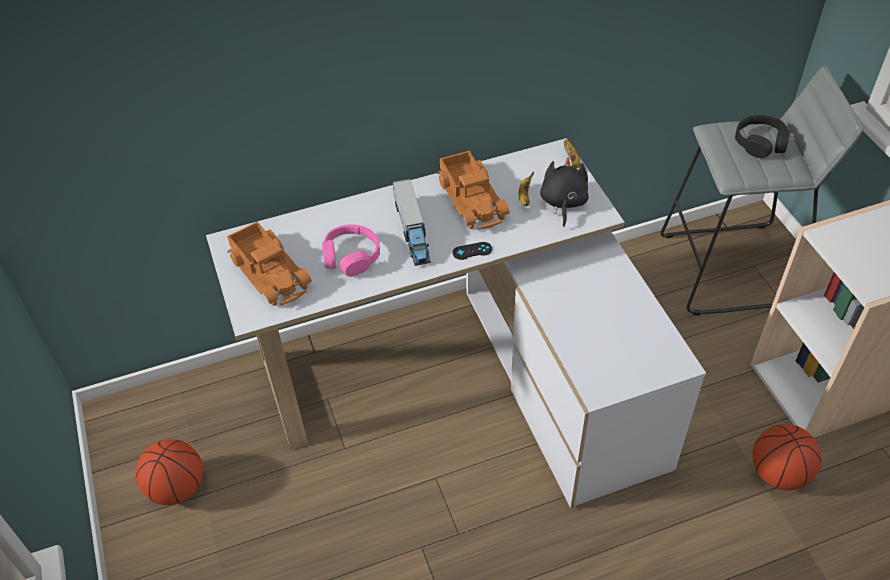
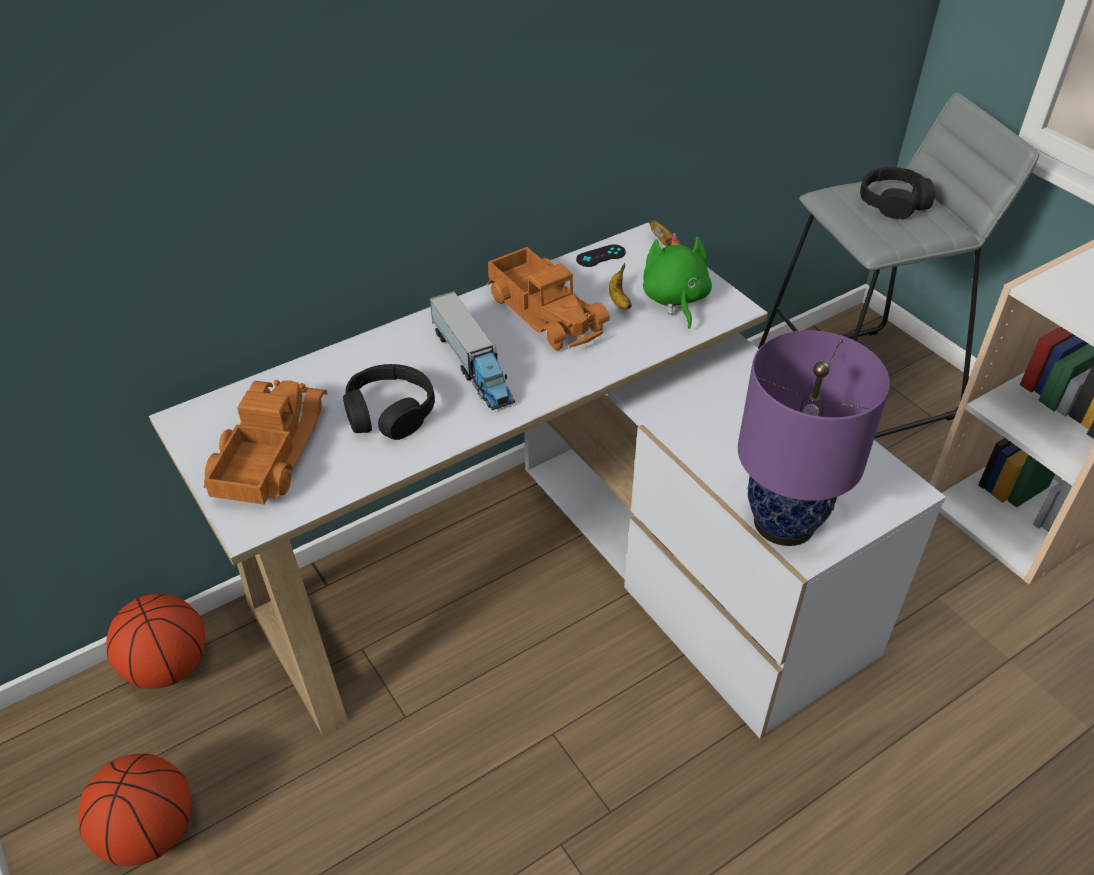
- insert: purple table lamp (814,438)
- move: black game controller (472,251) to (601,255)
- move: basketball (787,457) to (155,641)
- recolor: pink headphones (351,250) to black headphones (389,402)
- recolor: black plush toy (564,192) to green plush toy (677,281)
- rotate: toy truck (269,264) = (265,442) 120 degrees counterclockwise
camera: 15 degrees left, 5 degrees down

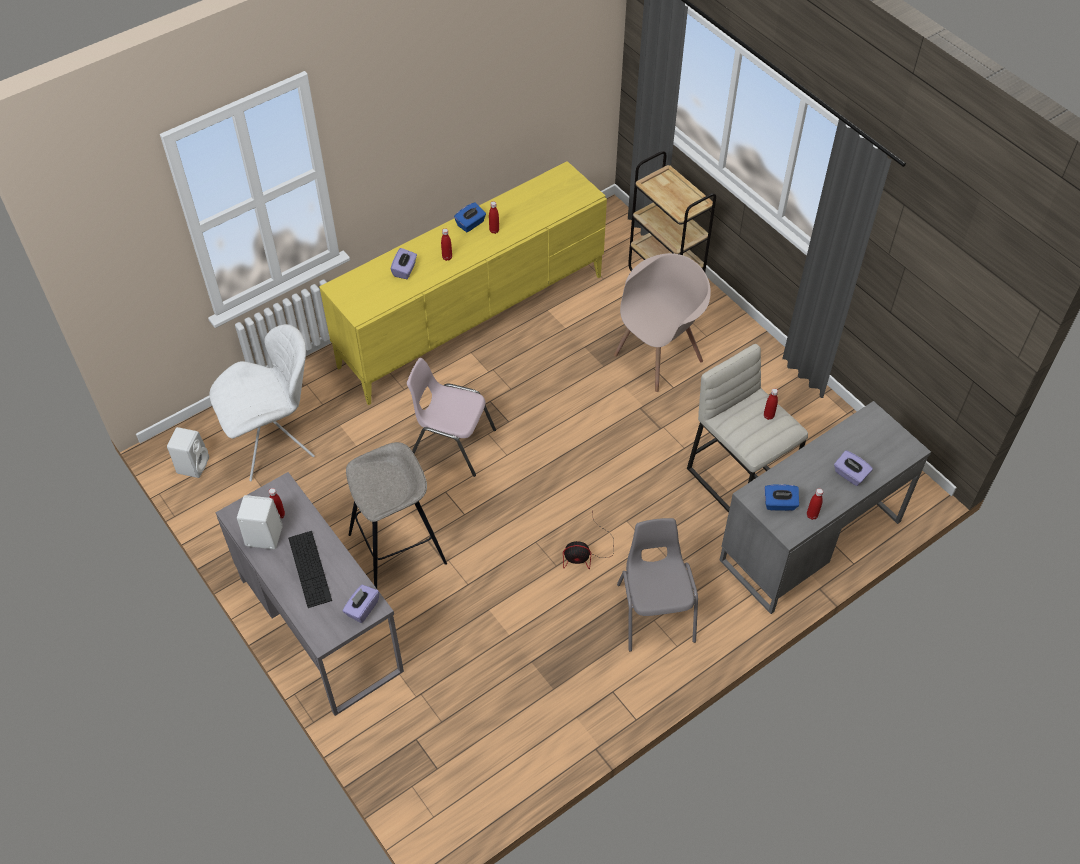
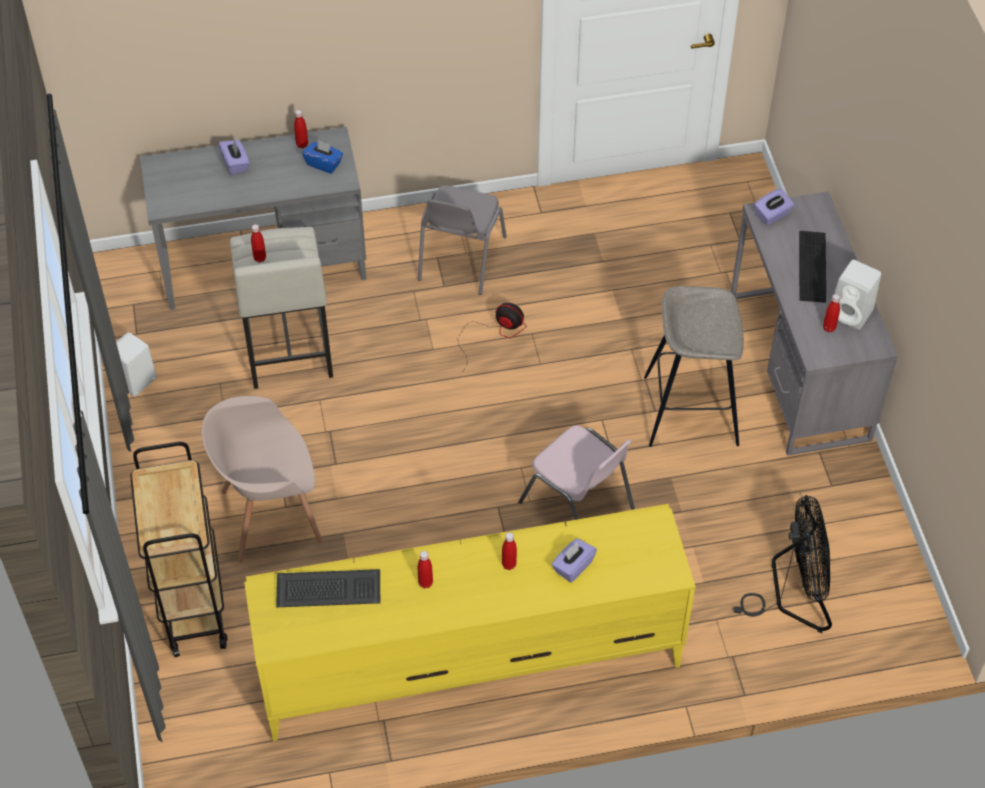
- delete: blue tissue box (470,217)
- insert: keyboard (328,588)
- move: white speaker (188,452) to (136,364)
- replace: white chair (262,403) to black fan (781,564)
camera: 155 degrees left, 0 degrees up

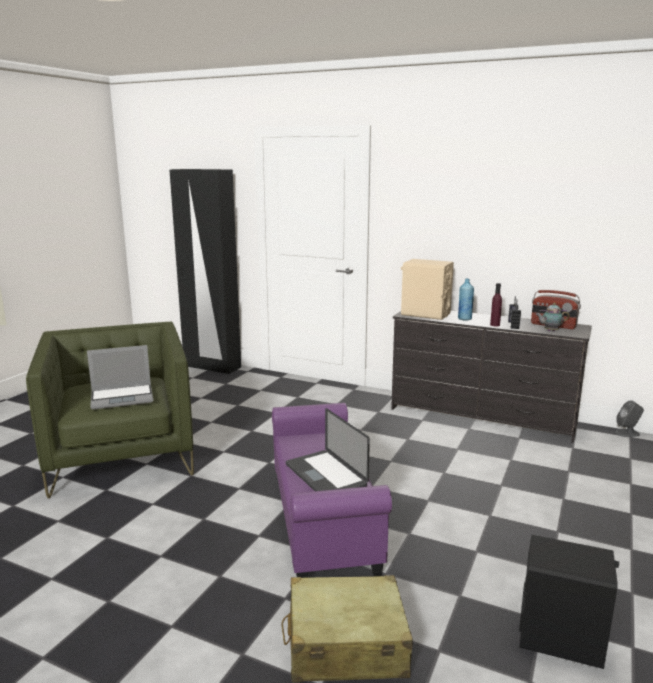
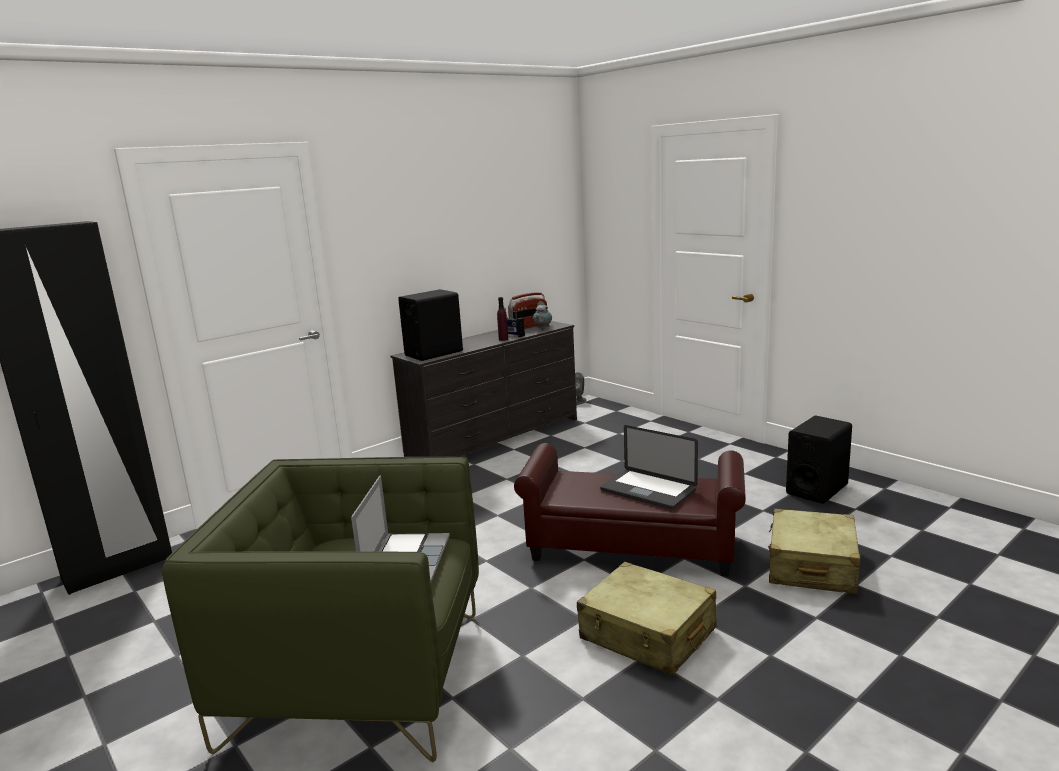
- delete: blue bottle (466,300)
- insert: beige suitcase (647,619)
- recolor: purple ottoman (332,490) to brown ottoman (630,510)
- recolor: beige speaker (427,289) to black speaker (430,325)
- rotate: laptop (328,449) = (649,467) 45 degrees clockwise
camera: 65 degrees left, 0 degrees up

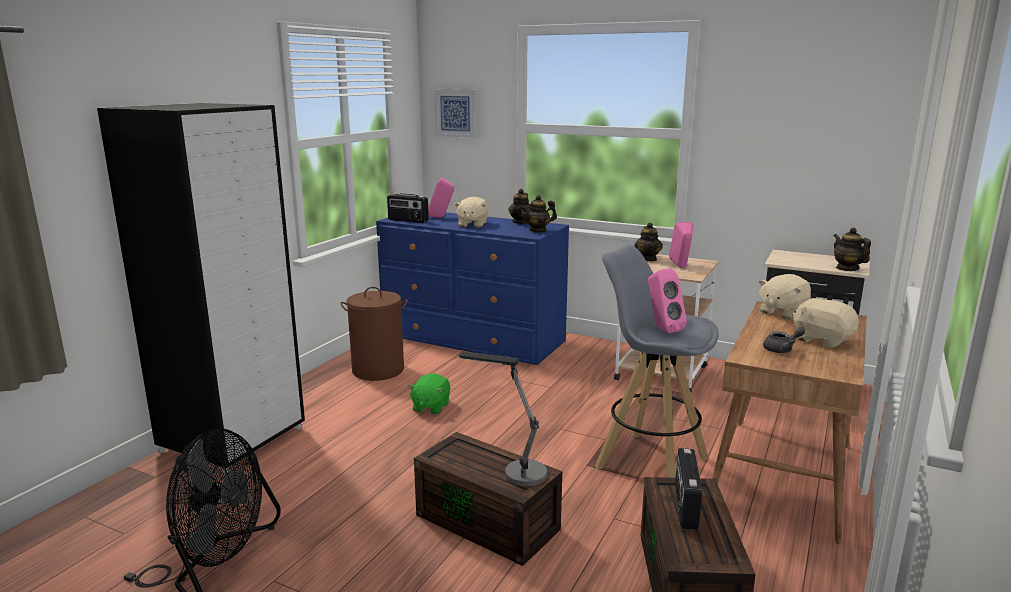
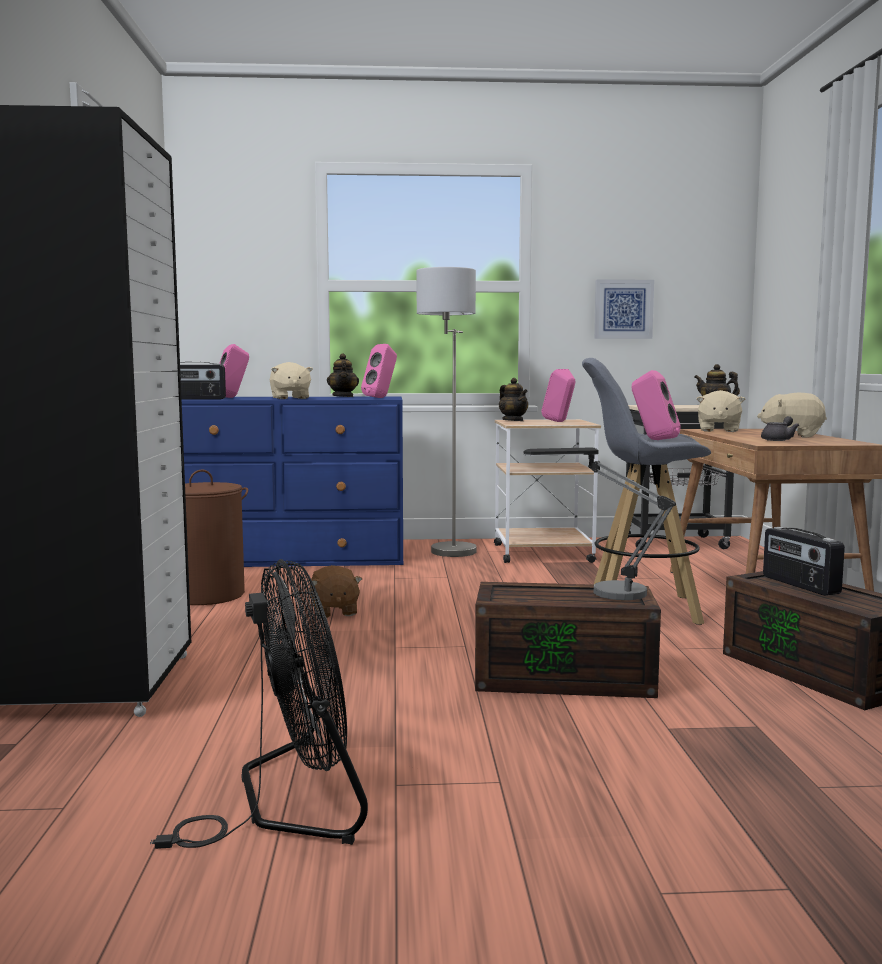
- insert: grey floor lamp (447,412)
- move: picture (455,113) to (624,309)
- replace: teapot (538,214) to pink speaker (379,371)
- recolor: green plush toy (429,394) to brown plush toy (336,591)
camera: 30 degrees left, 10 degrees down

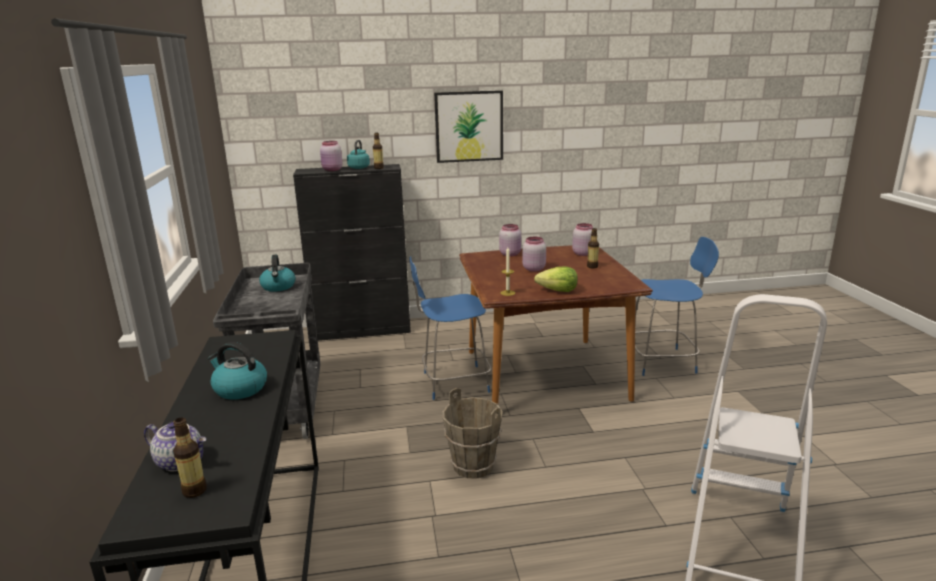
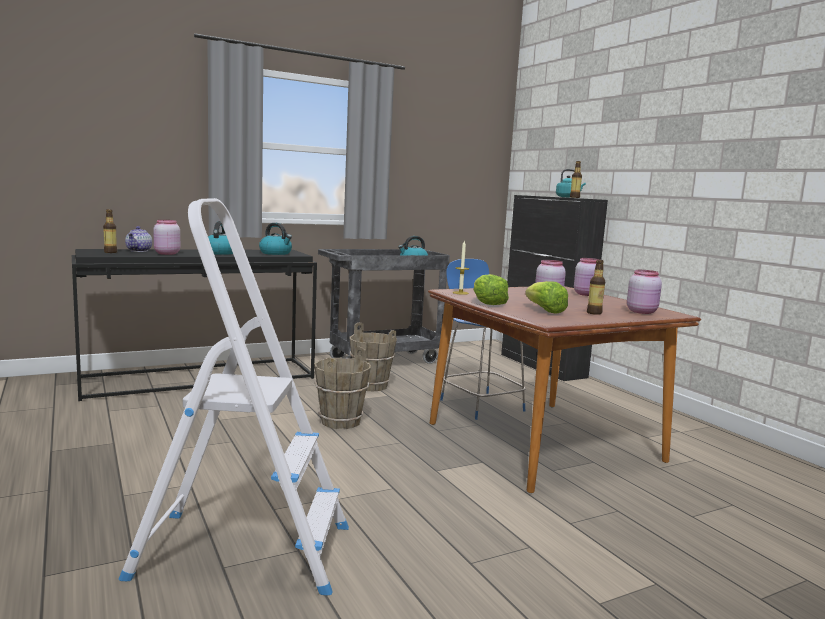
- delete: picture (468,126)
- delete: blue stool (672,306)
- insert: kettle (275,239)
- insert: brown bucket (373,356)
- insert: lettuce (546,297)
- move: pink jar (331,156) to (166,237)
camera: 70 degrees right, 10 degrees down

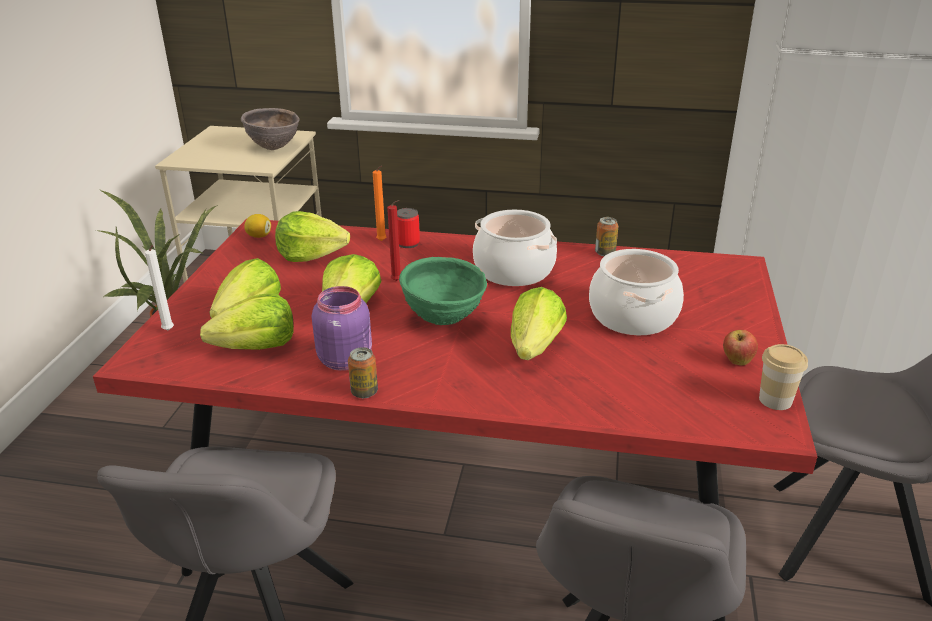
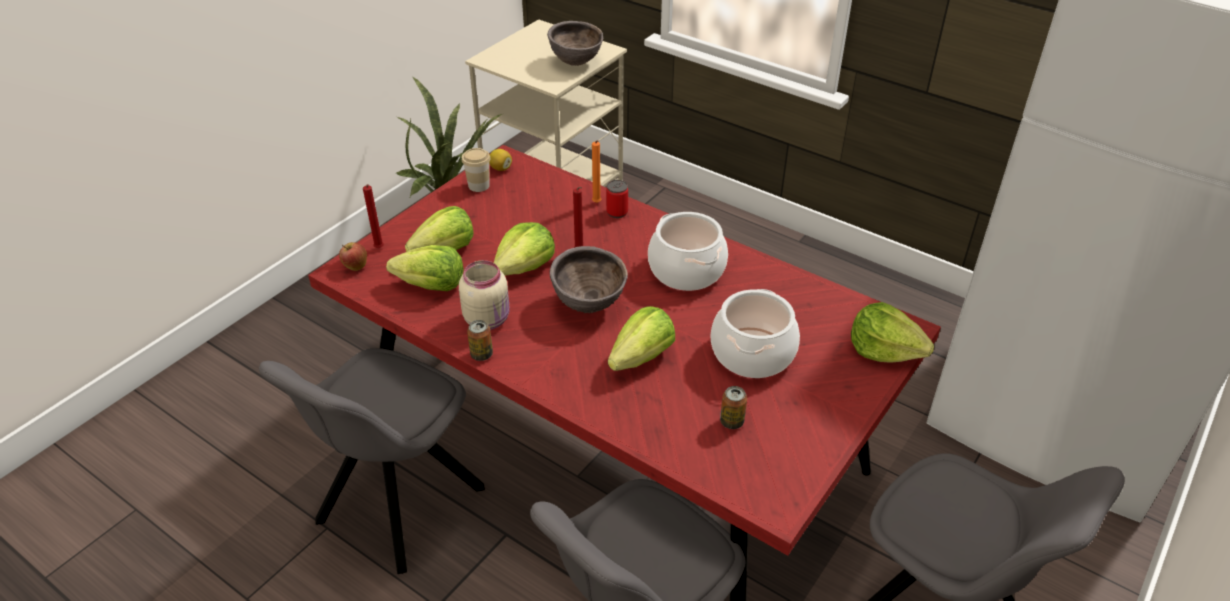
- move: lettuce (312,236) to (892,332)
- move: can (606,236) to (733,407)
- move: apple (740,347) to (353,256)
- move: cup (783,377) to (476,170)
- recolor: white candle (159,288) to red candle (373,216)
- recolor: purple jar (342,328) to beige jar (484,295)
- recolor: green bowl (443,291) to brown bowl (589,279)
camera: 25 degrees right, 10 degrees up

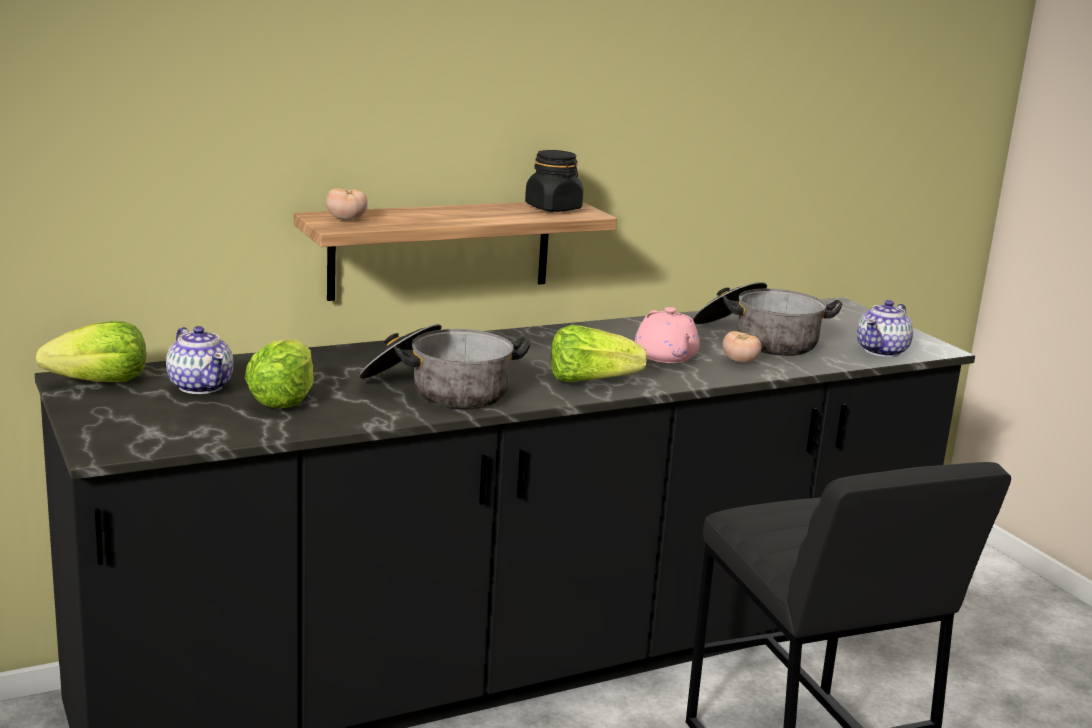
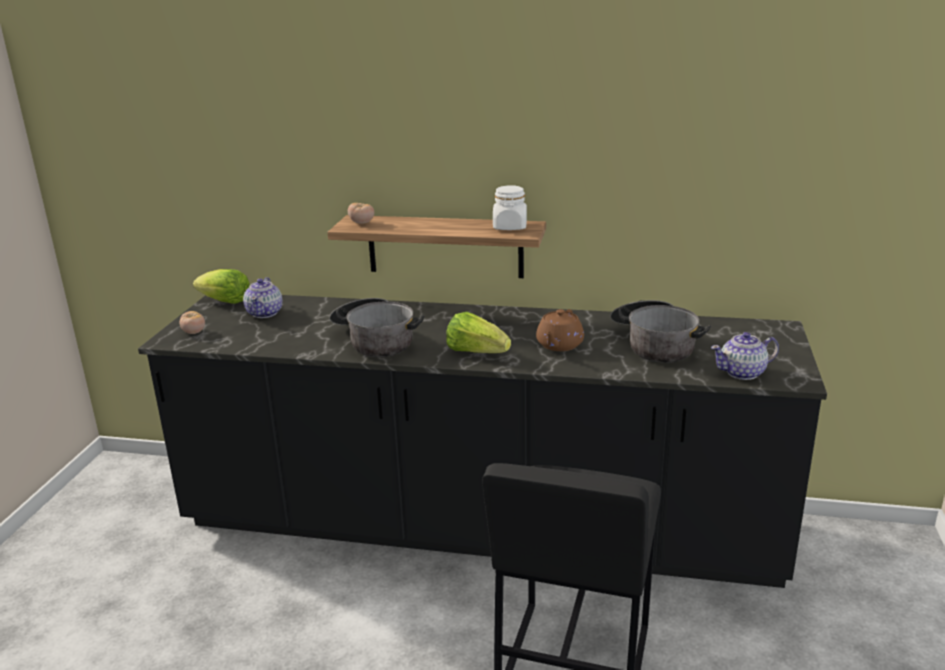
- delete: lettuce (279,373)
- move: tomato (742,347) to (192,322)
- recolor: black jar (554,181) to white jar (510,207)
- recolor: pink teapot (667,335) to brown teapot (560,330)
camera: 40 degrees right, 5 degrees up

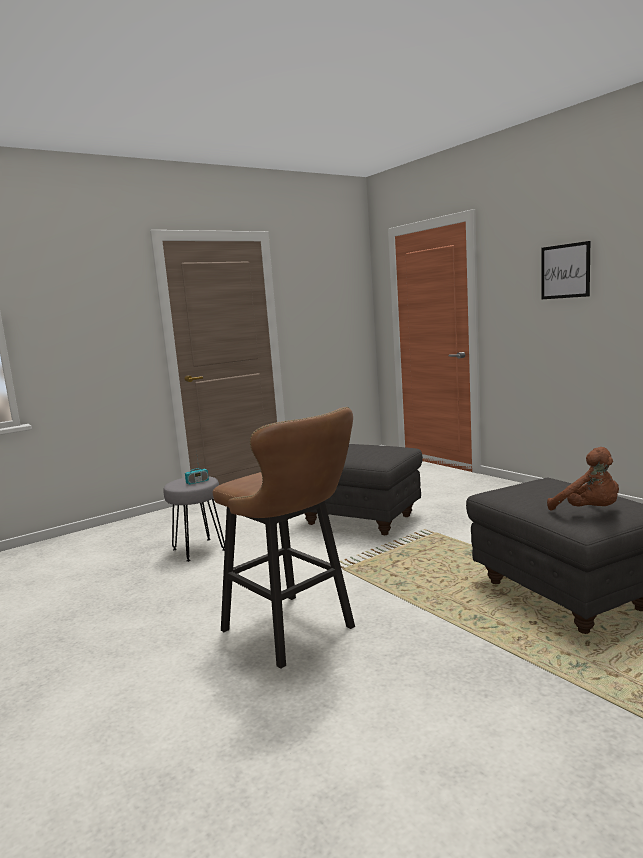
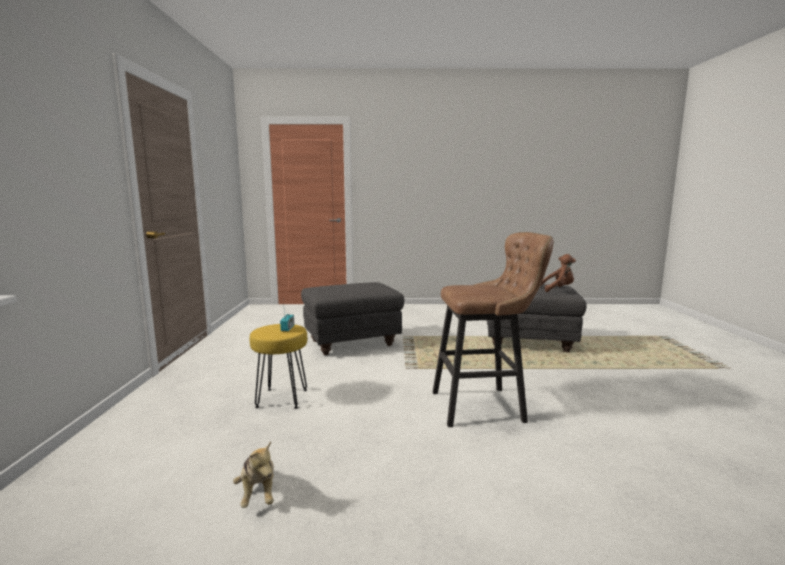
- delete: picture (565,270)
- insert: plush toy (253,474)
- recolor: grey stool (194,519) to yellow stool (278,366)
camera: 55 degrees left, 0 degrees up

